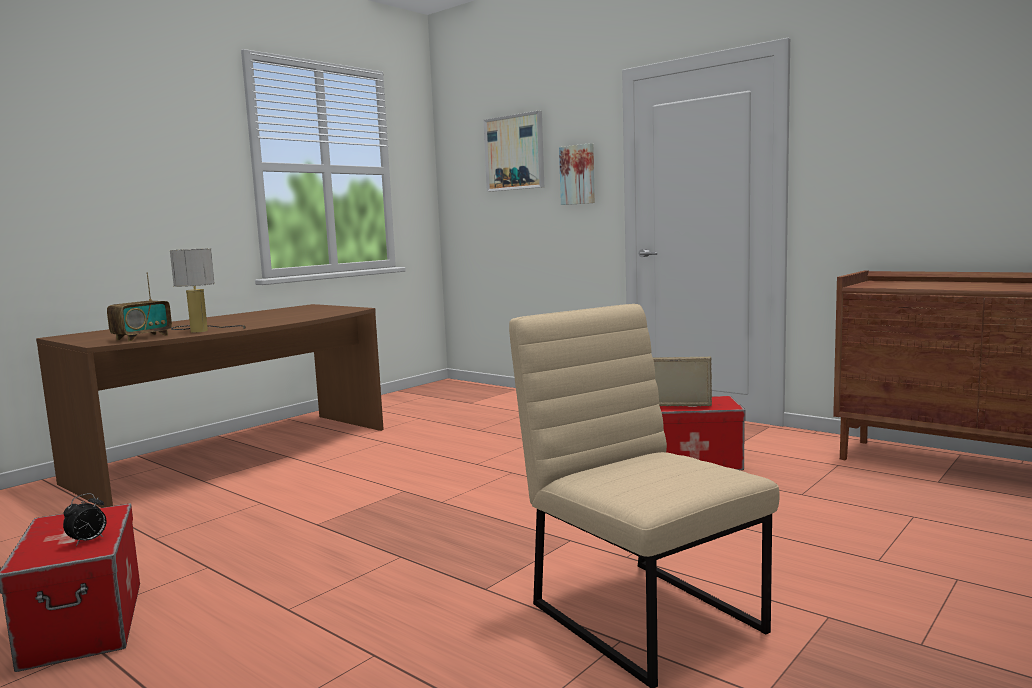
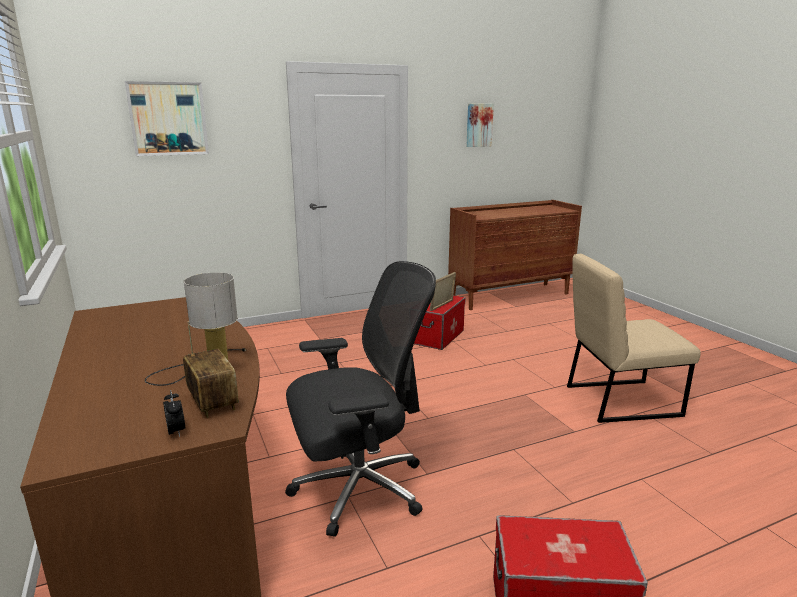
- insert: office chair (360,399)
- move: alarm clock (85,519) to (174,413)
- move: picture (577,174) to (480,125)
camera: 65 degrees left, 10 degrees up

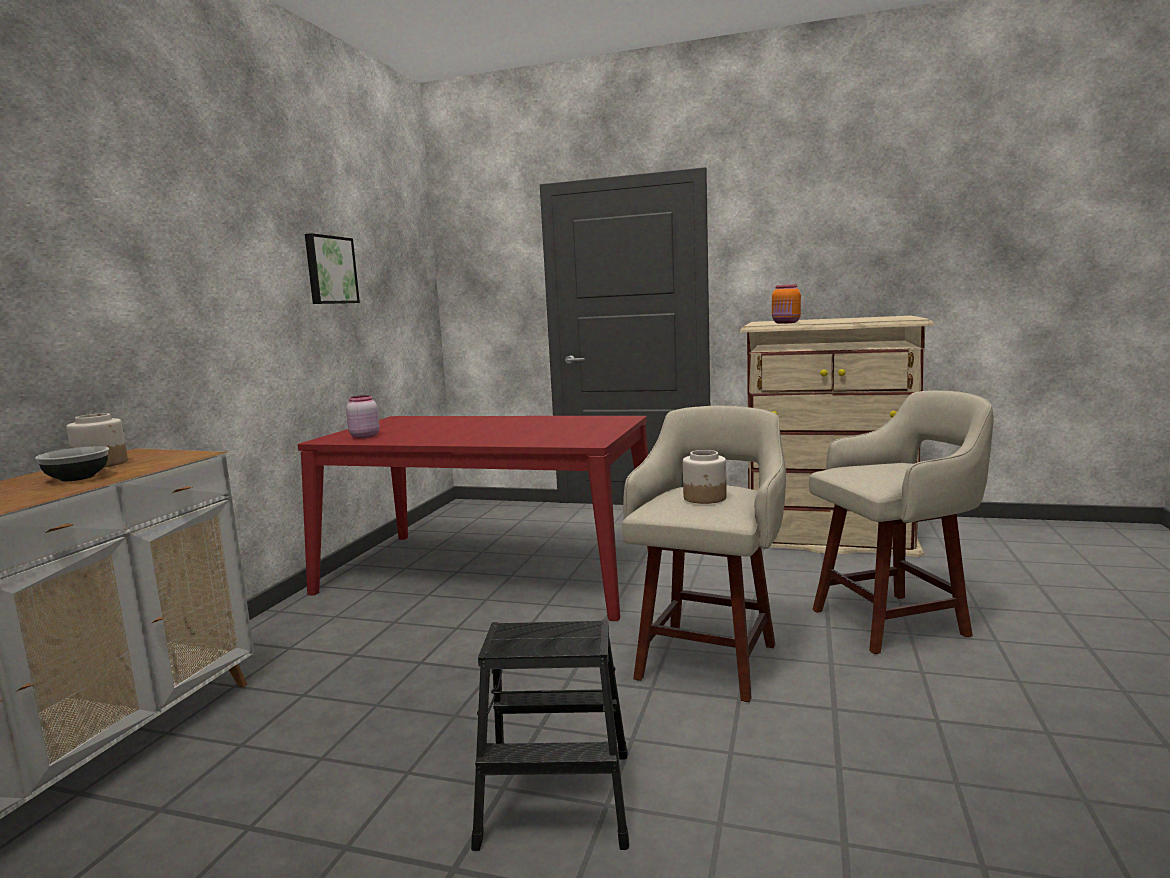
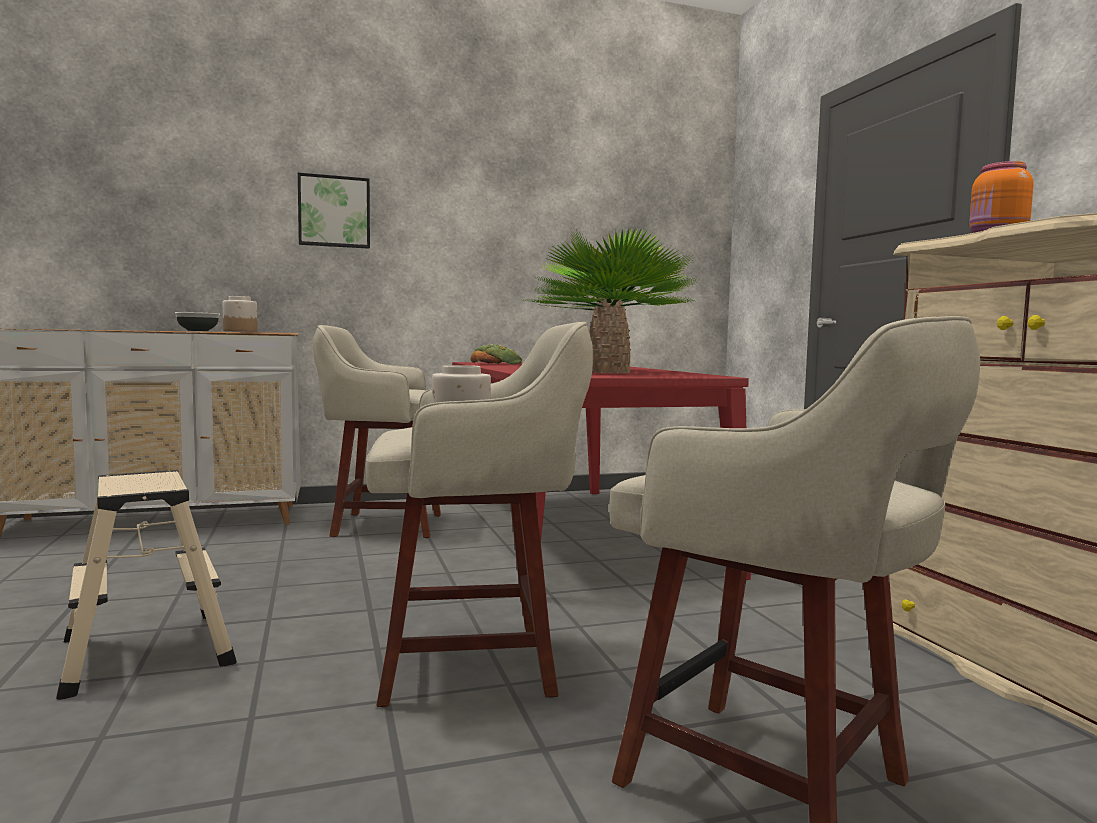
- insert: beige stool (377,431)
- insert: potted plant (612,300)
- move: picture (332,268) to (334,211)
- replace: pink jar (363,416) to bread (496,354)
- recolor: black step ladder (550,735) to beige step ladder (146,585)
camera: 55 degrees right, 5 degrees down

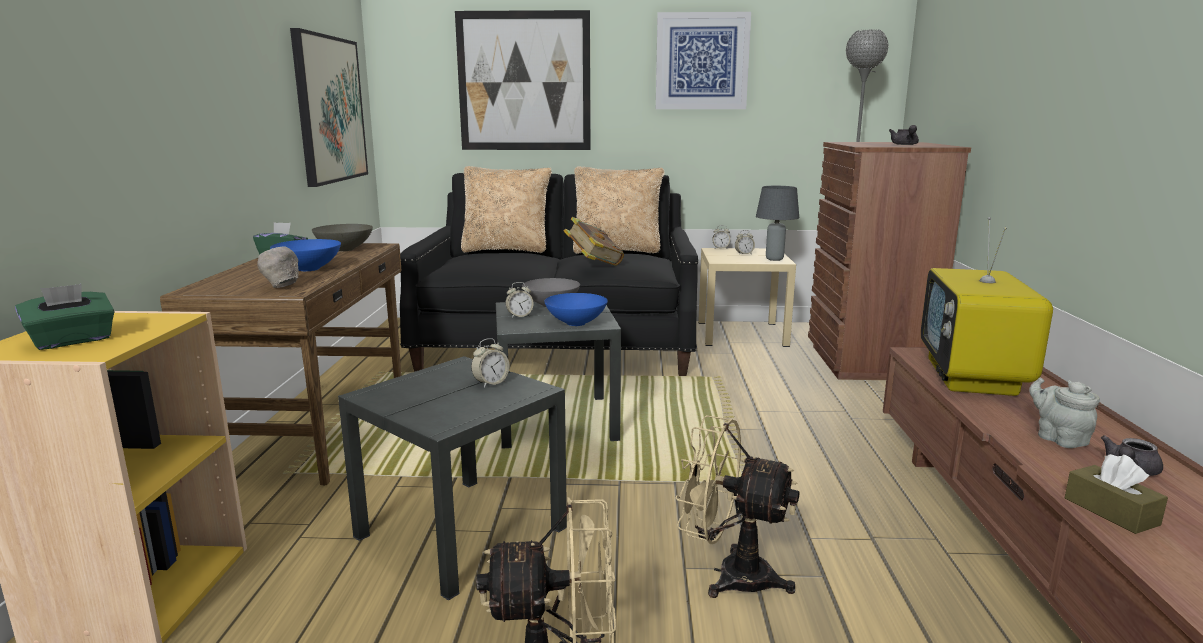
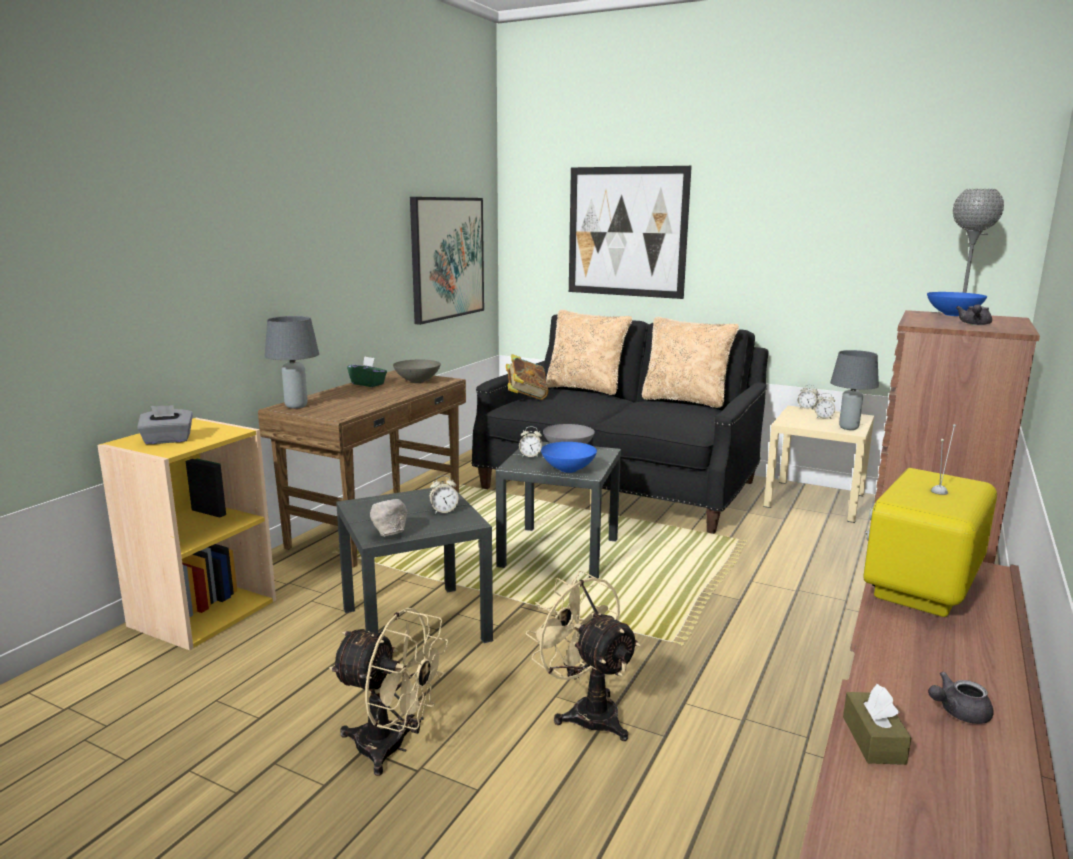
- delete: picture (703,60)
- delete: grey teapot (1064,413)
- insert: grey table lamp (292,362)
- move: grey bowl (278,267) to (388,518)
- move: blue bowl (305,255) to (957,304)
- move: book (594,241) to (527,377)
- recolor: green tissue box (65,317) to grey tissue box (165,424)
camera: 25 degrees right, 0 degrees up

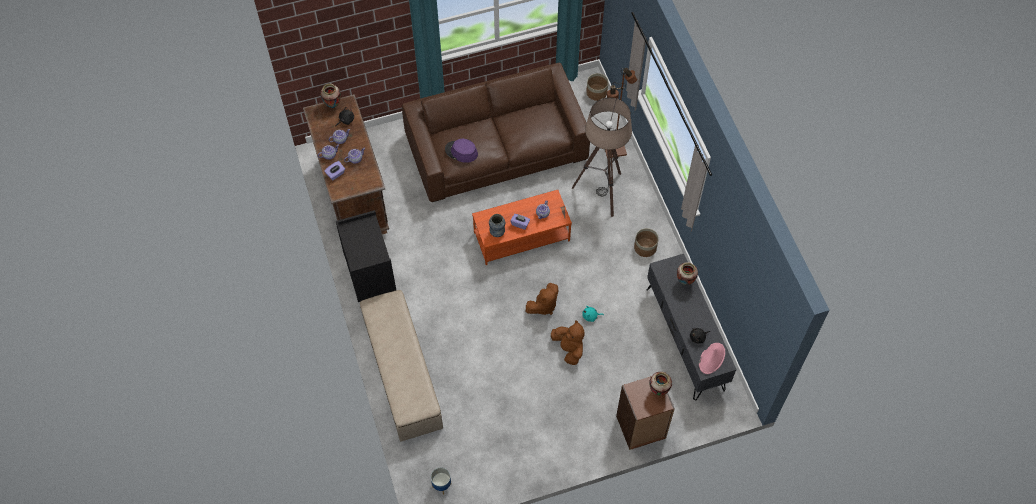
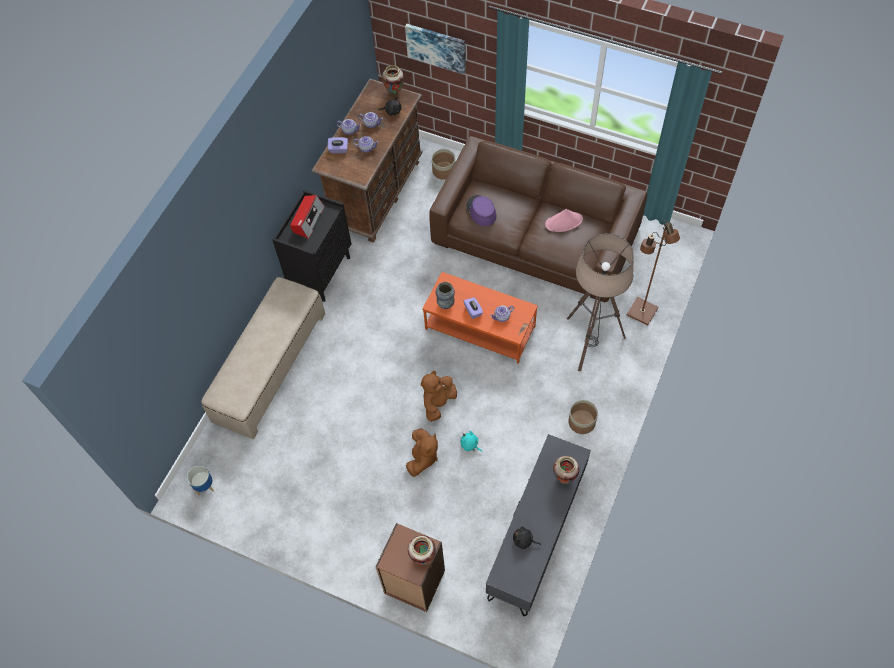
- insert: radio (307,217)
- insert: picture (435,49)
- move: planter (597,87) to (443,164)
- move: pink hat (712,358) to (564,220)
- rotate: brown plush toy (542,299) = (439,396) 120 degrees clockwise
camera: 45 degrees right, 0 degrees up

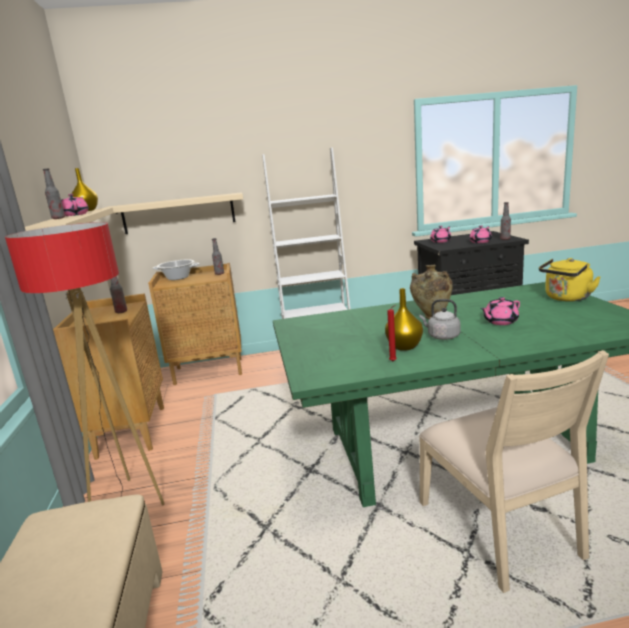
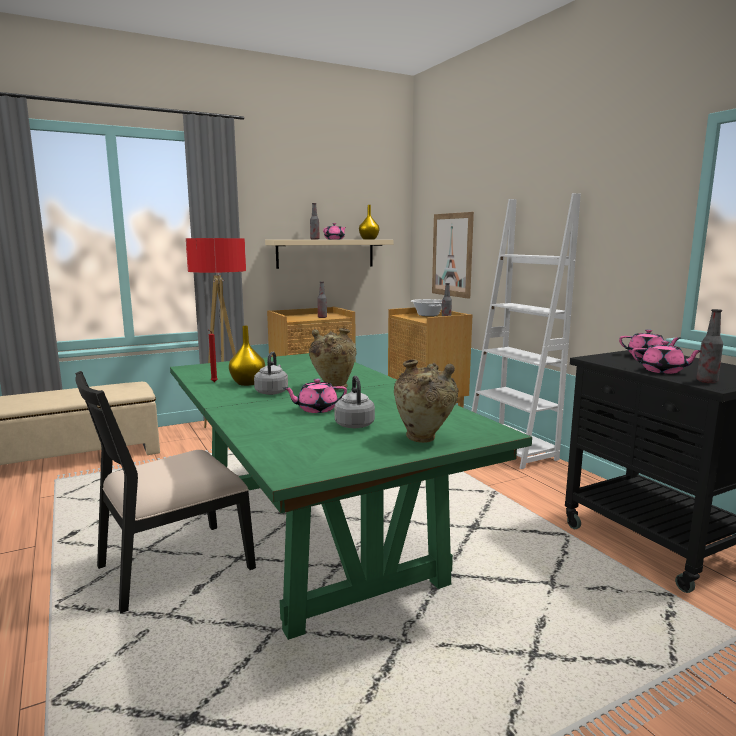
- insert: grey kettle (355,401)
- replace: beige shelf (174,213) to picture (453,255)
- replace: yellow kettle (570,280) to beige vase (426,401)
- recolor: beige chair (514,471) to black chair (165,492)
- rotate: pink teapot (500,311) = (315,396) 60 degrees counterclockwise
camera: 70 degrees right, 5 degrees down

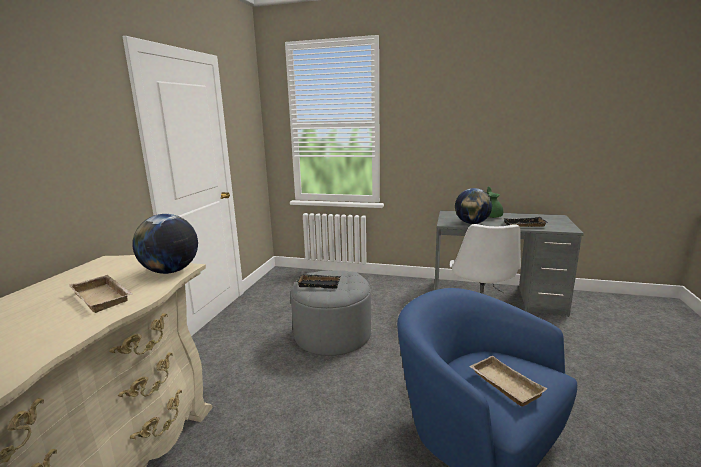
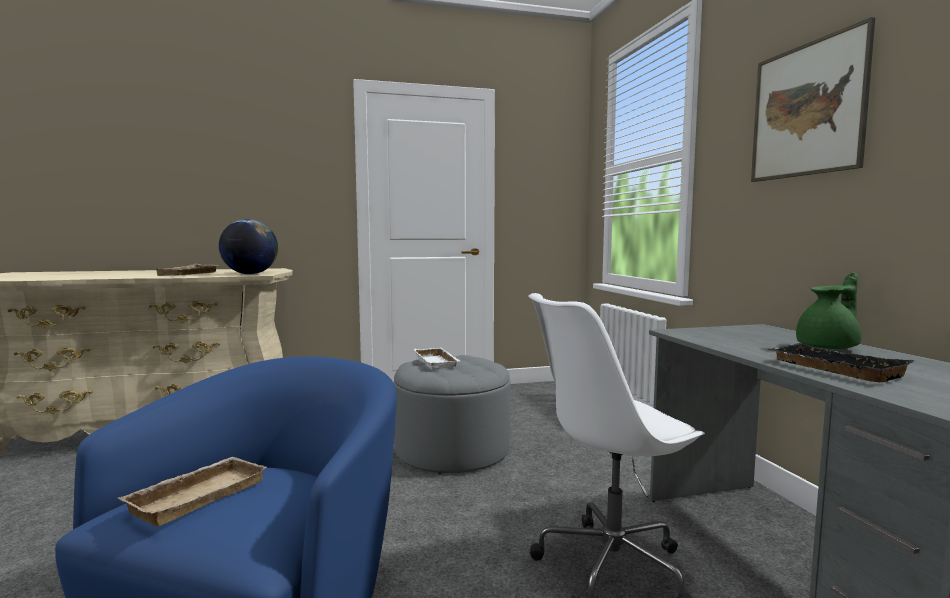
- delete: globe (473,206)
- insert: picture (813,99)
- recolor: black tray (318,281) to white tray (437,359)
camera: 60 degrees right, 10 degrees down

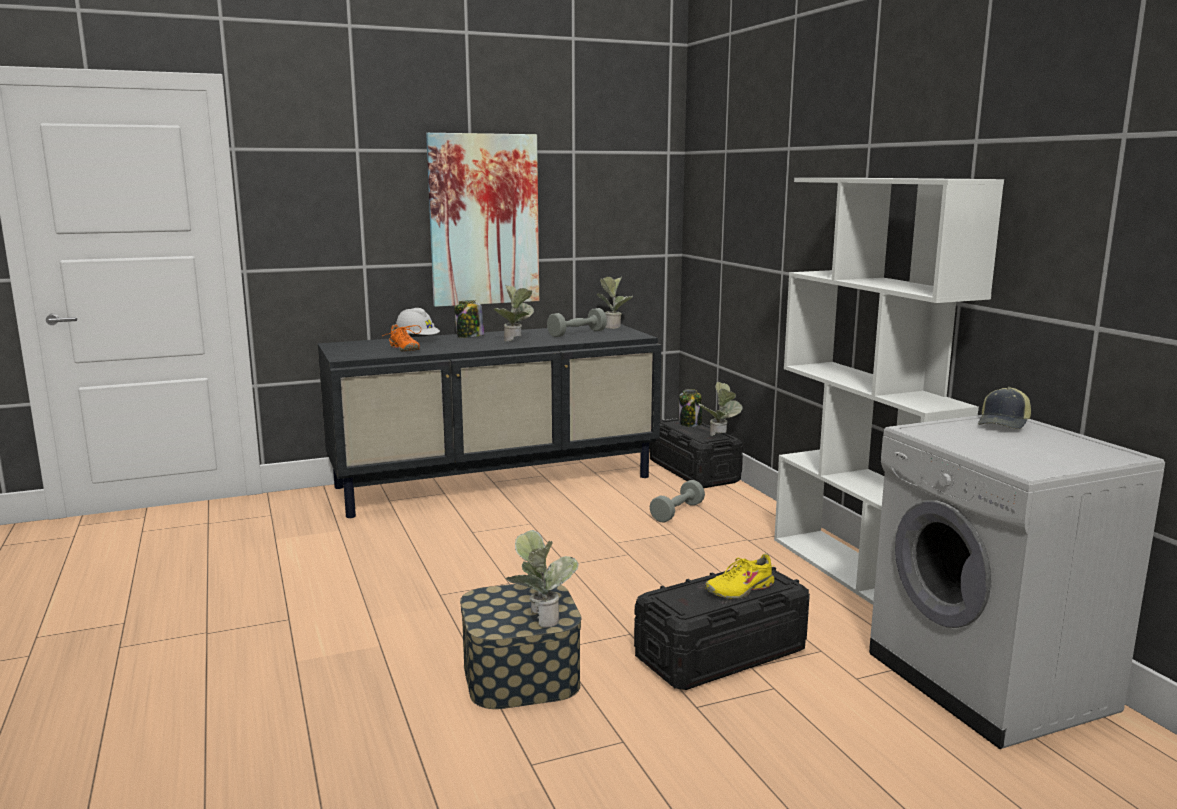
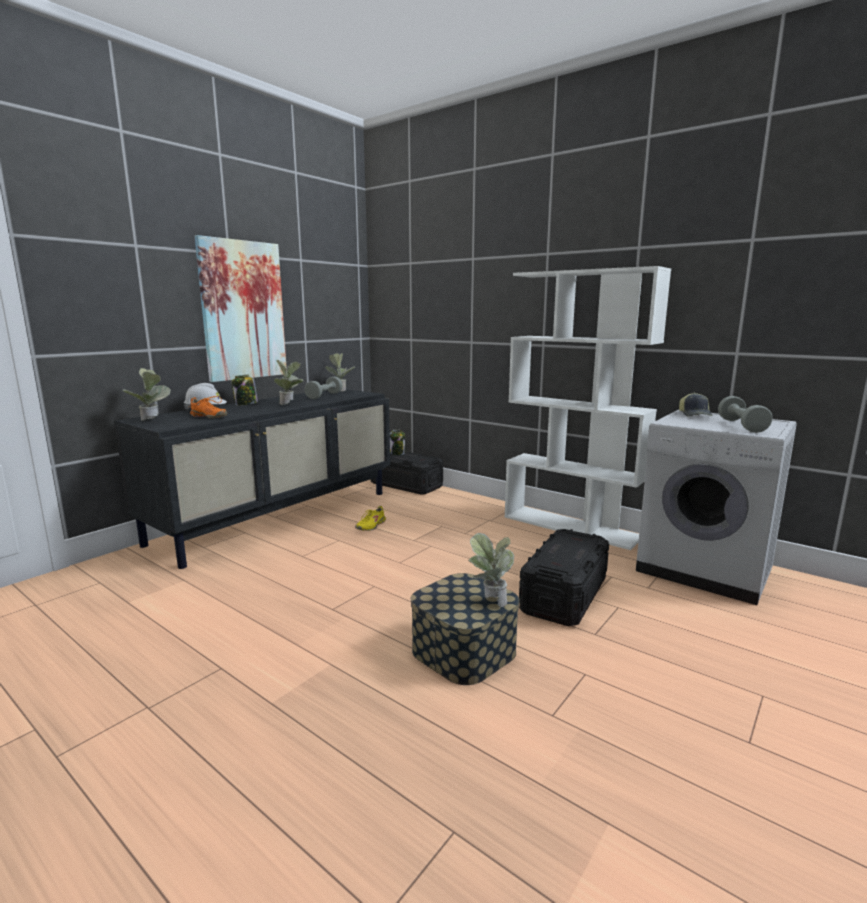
- move: grey dumbbell (677,501) to (745,414)
- move: potted plant (720,409) to (147,394)
- move: yellow shoe (739,576) to (370,518)
camera: 30 degrees left, 0 degrees up

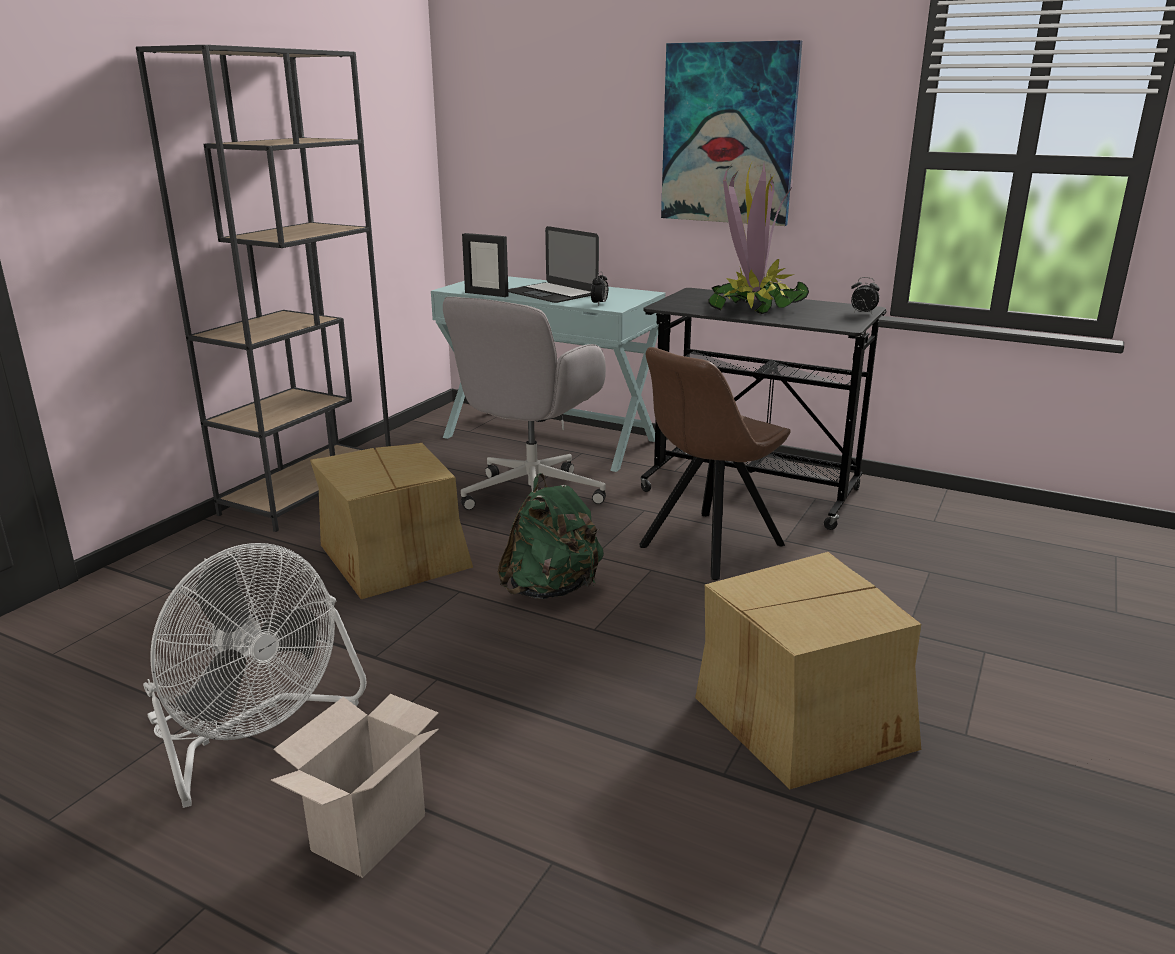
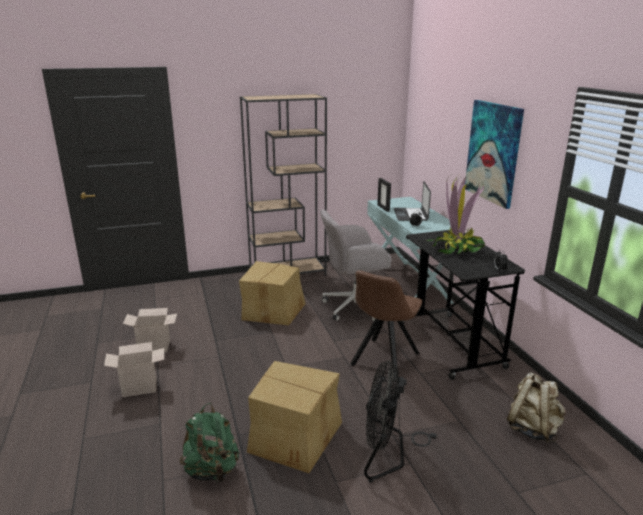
- insert: black fan (400,422)
- insert: beige backpack (536,407)
- move: green backpack (550,536) to (209,443)
- replace: white fan (254,675) to cardboard box (150,330)
- rotate: brown chair (715,463) = (386,324) 60 degrees counterclockwise
camera: 45 degrees right, 0 degrees up

